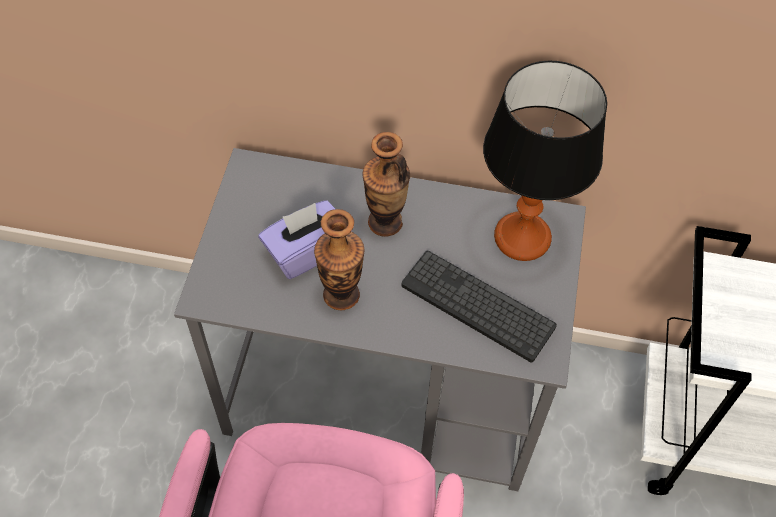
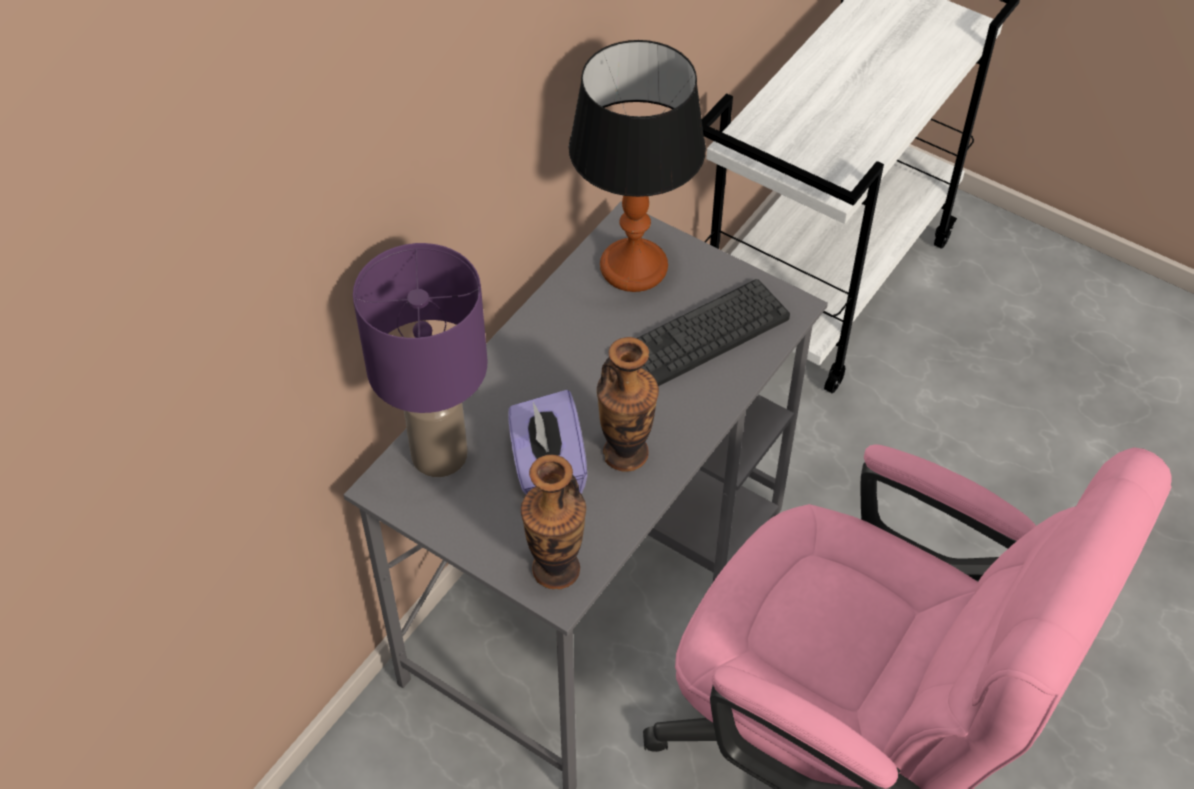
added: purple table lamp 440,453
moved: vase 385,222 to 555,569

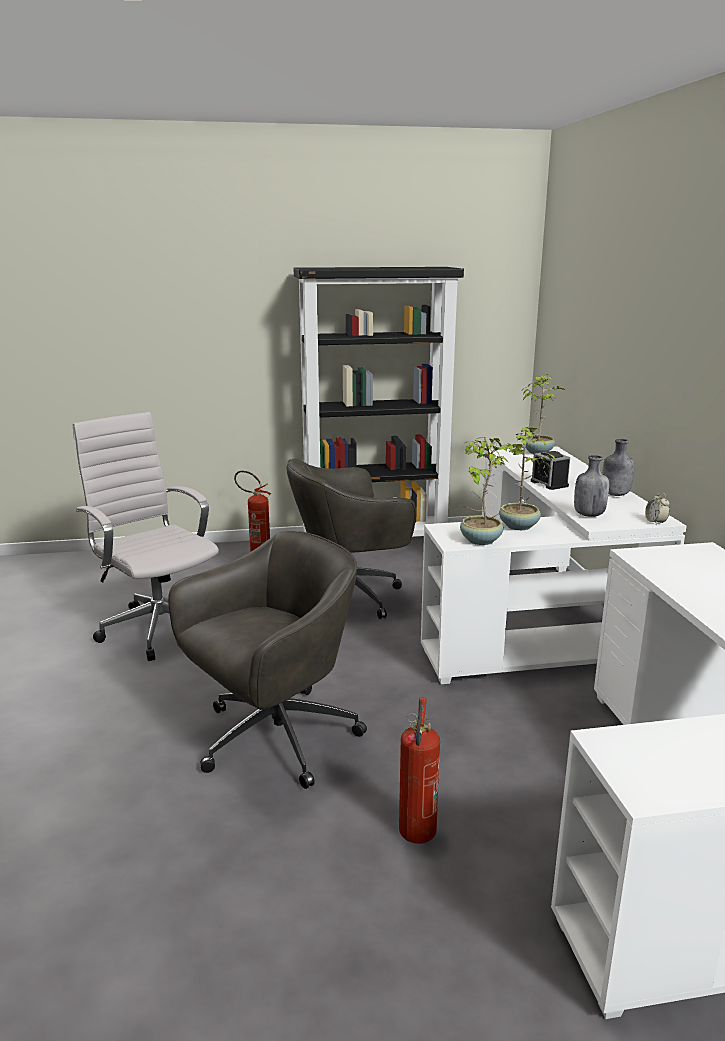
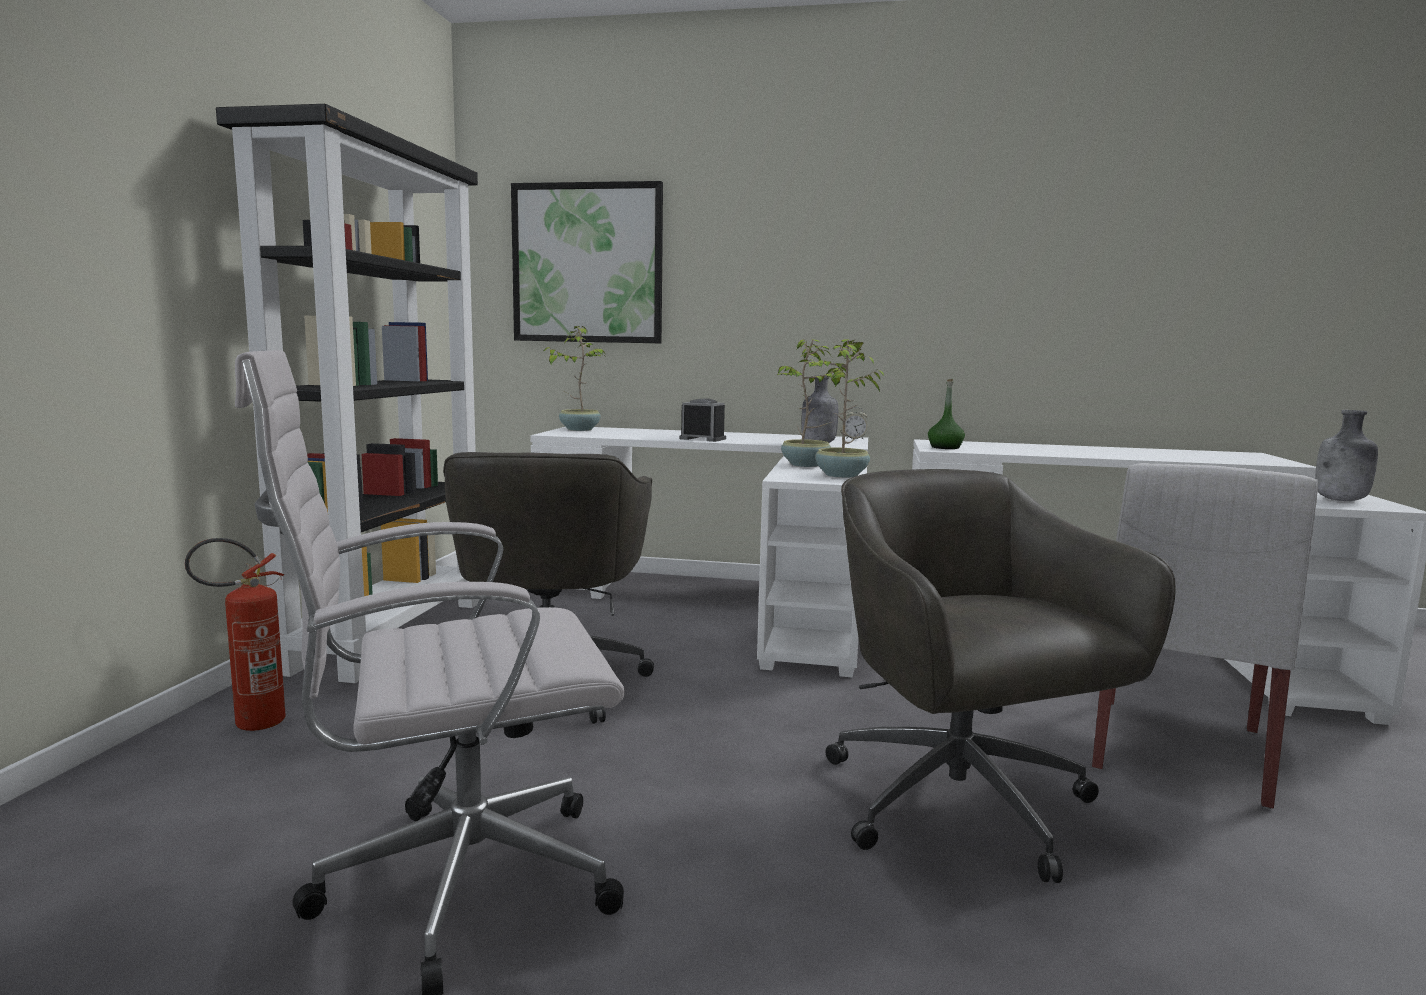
added: picture 587,263; green bottle 945,447
moved: grey bottle 614,494 to 1341,500
replaced: fire extinguisher 416,838 to white chair 1178,751
turned: alarm clock 549,483 = 702,439 150 degrees counterclockwise

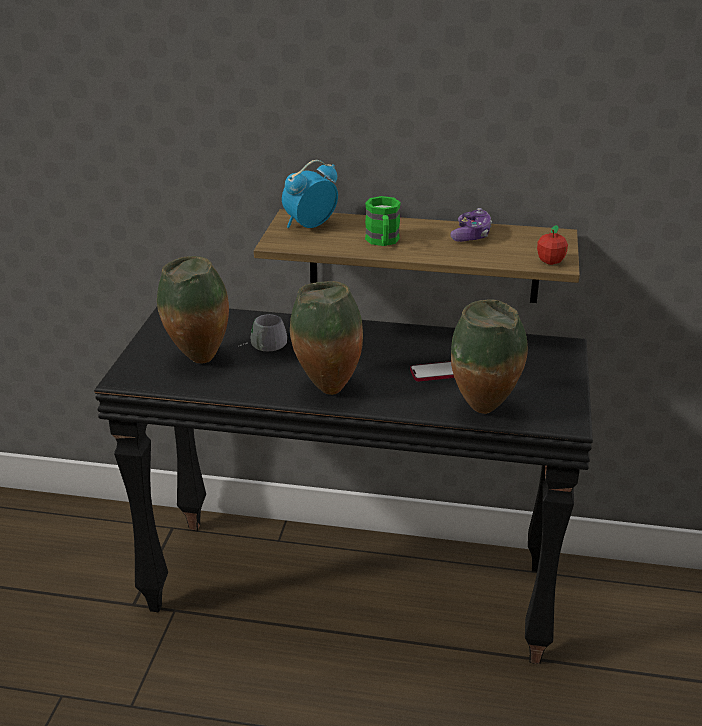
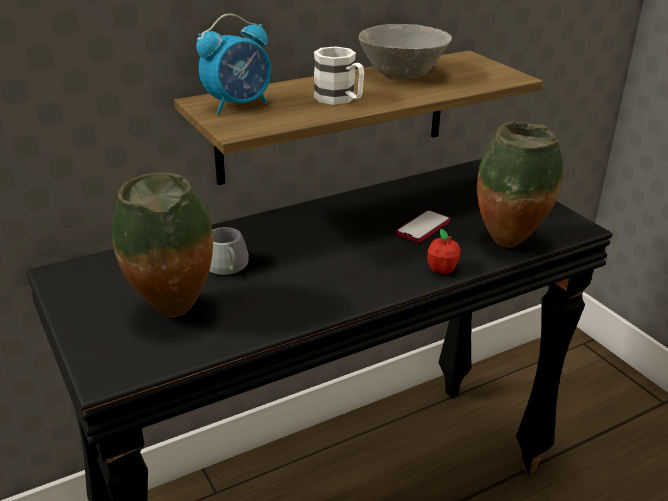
removed: vase 326,389
moved: apple 550,262 to 442,269
replaced: game controller 471,235 to grey bowl 404,74
recoloured: green mug 383,242 to white mug 340,100
turned: alarm clock 309,225 = 238,105 135 degrees counterclockwise

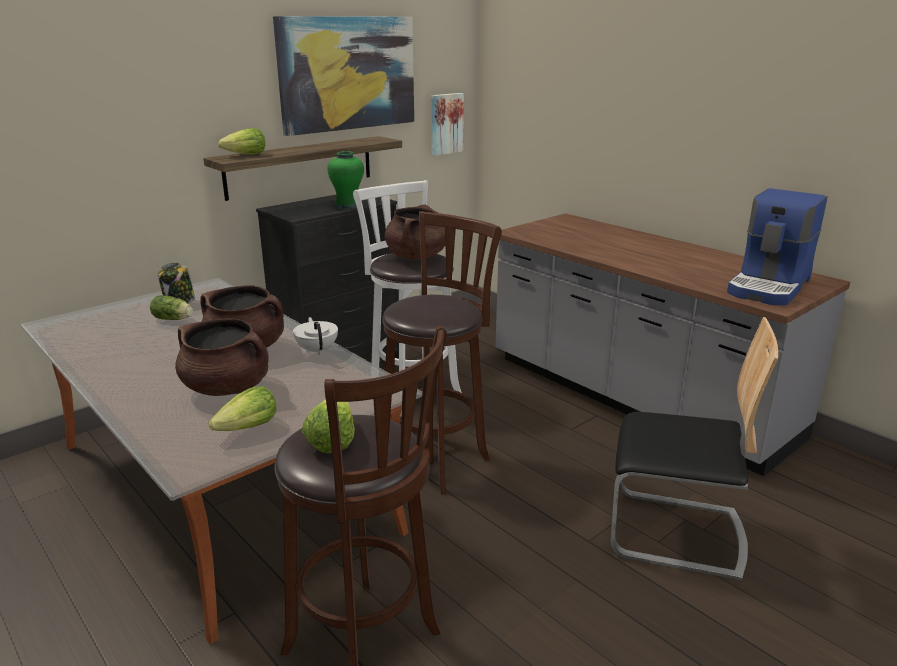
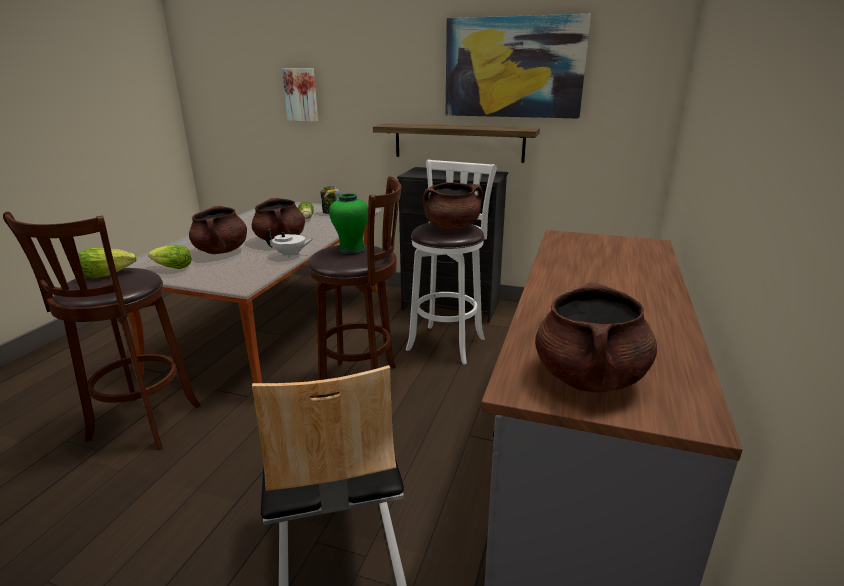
removed: lettuce 246,155
moved: picture 445,123 to 301,94; green vase 348,206 to 351,250
replaced: coffee machine 770,287 to brown cooking pot 589,377
turned: white teapot 317,350 = 290,255 45 degrees clockwise

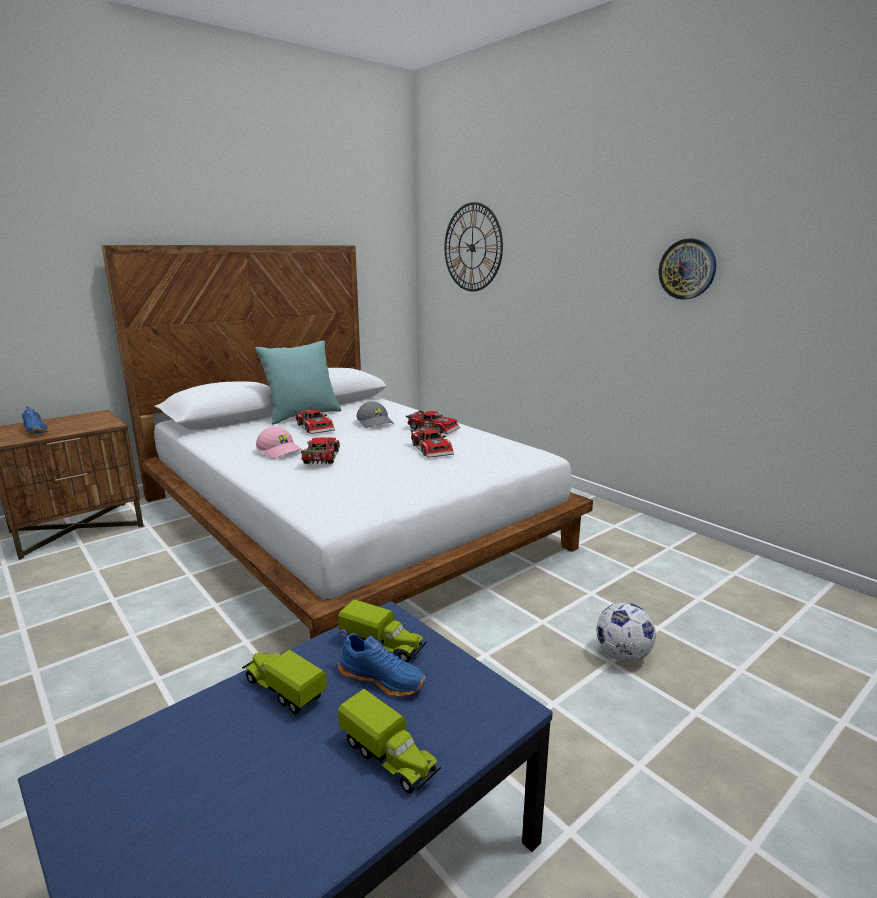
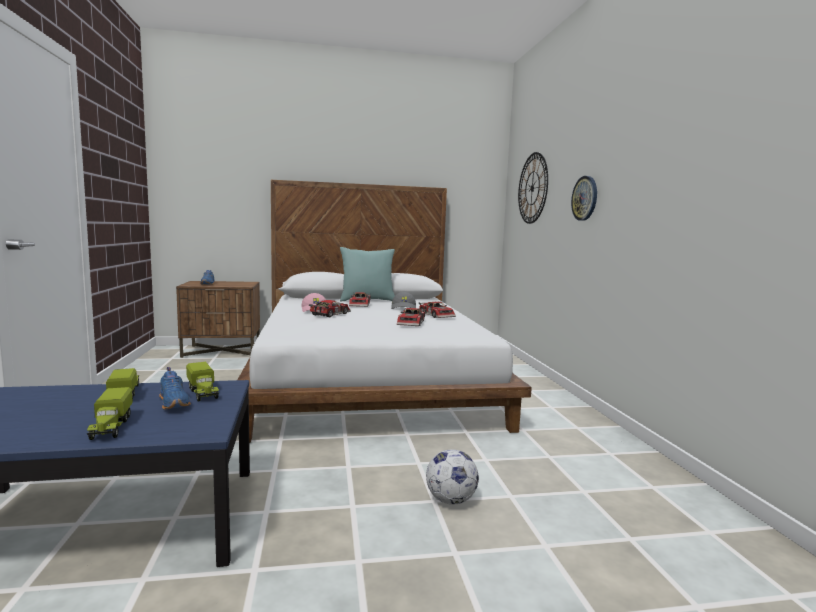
moved: wall clock 687,269 to 585,198

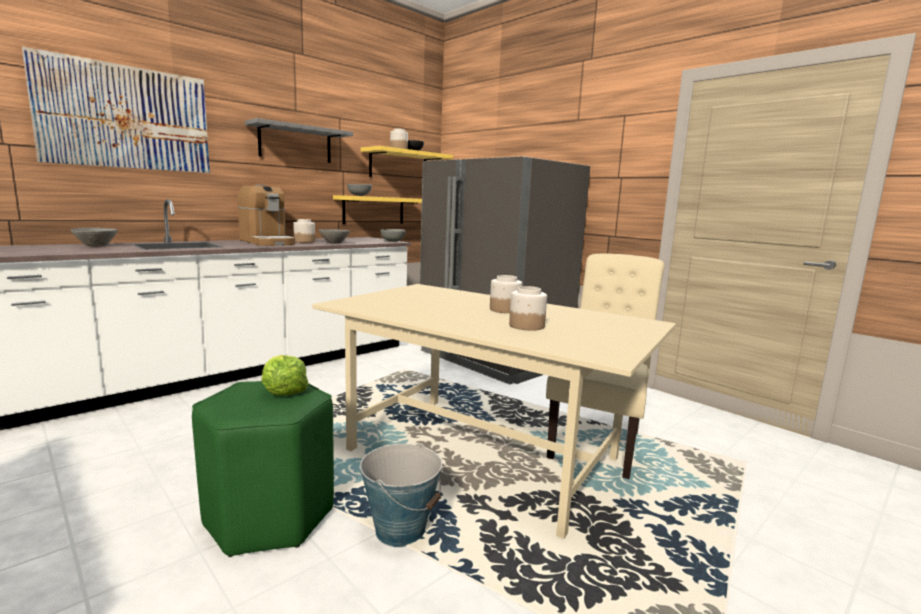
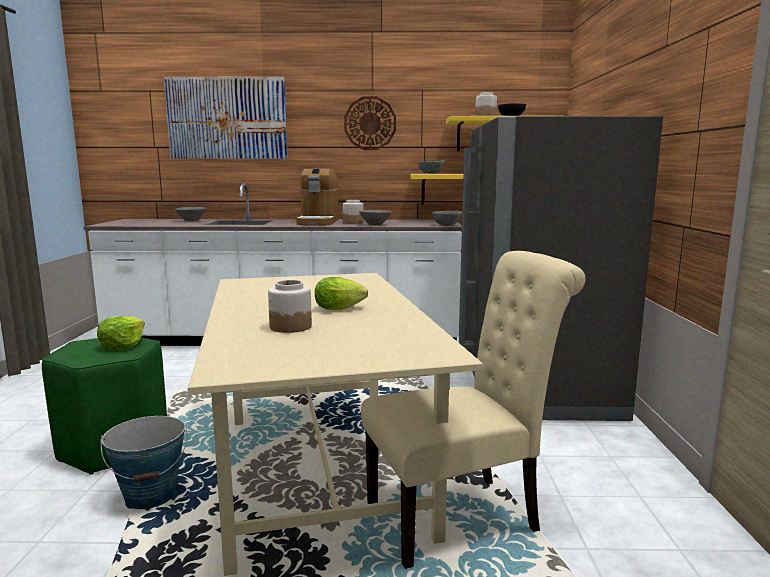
replaced: jar 504,310 to lettuce 341,309; grey shelf 295,143 to wall clock 370,123

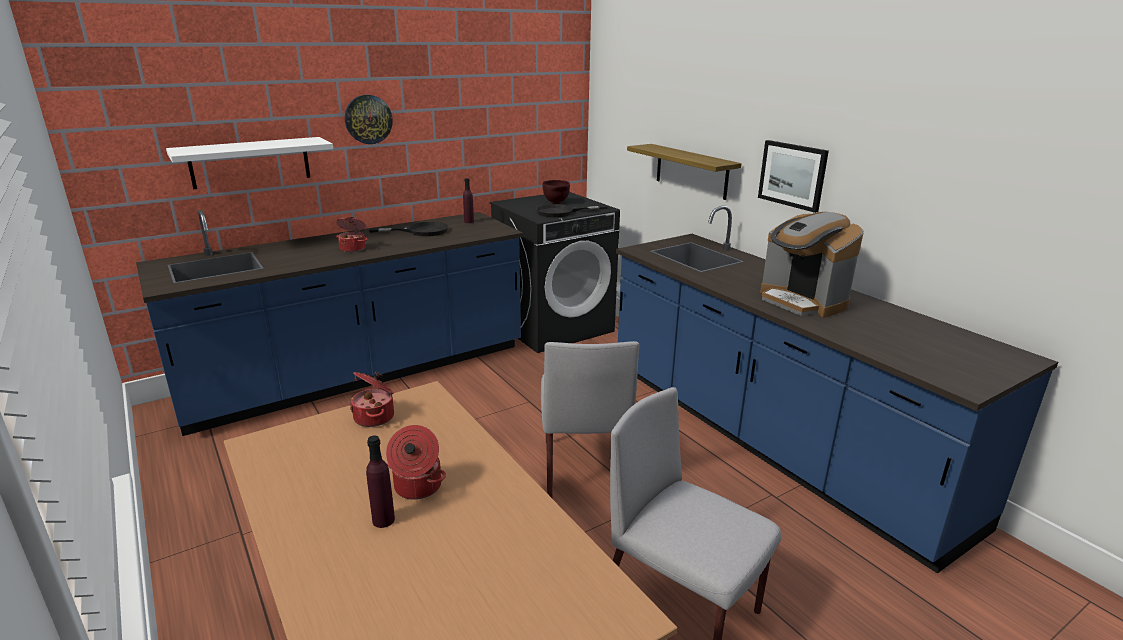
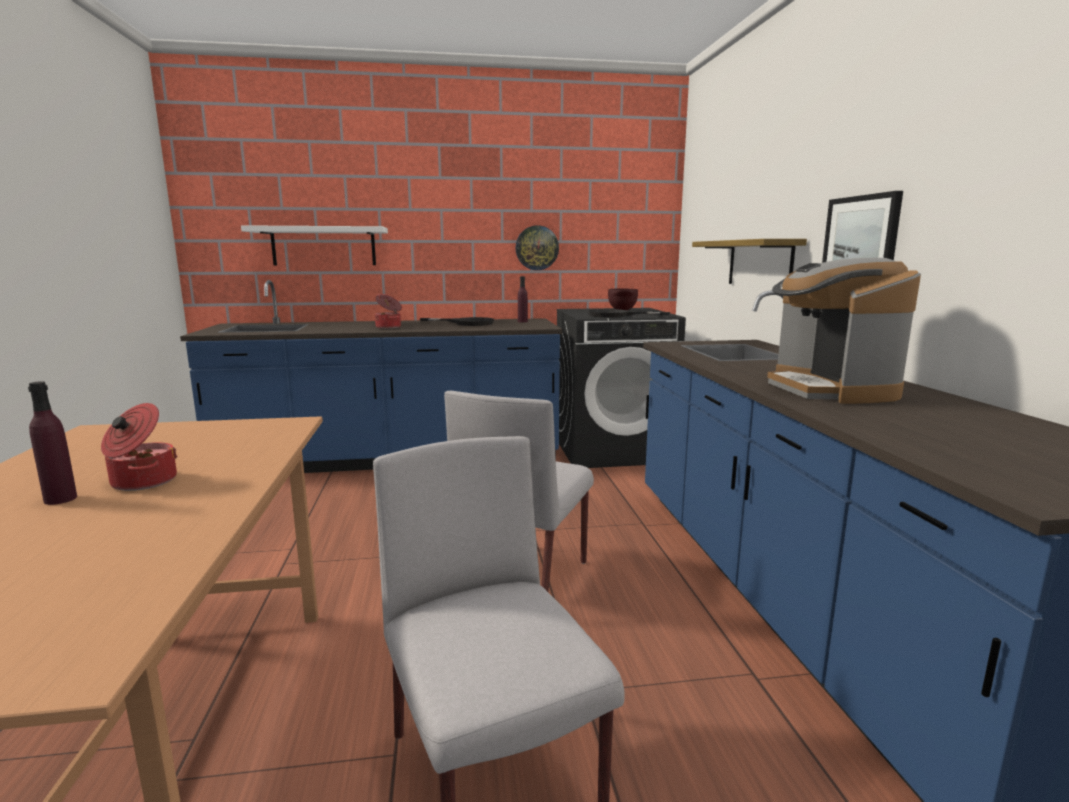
removed: cooking pot 375,417
moved: wall clock 368,119 to 537,248

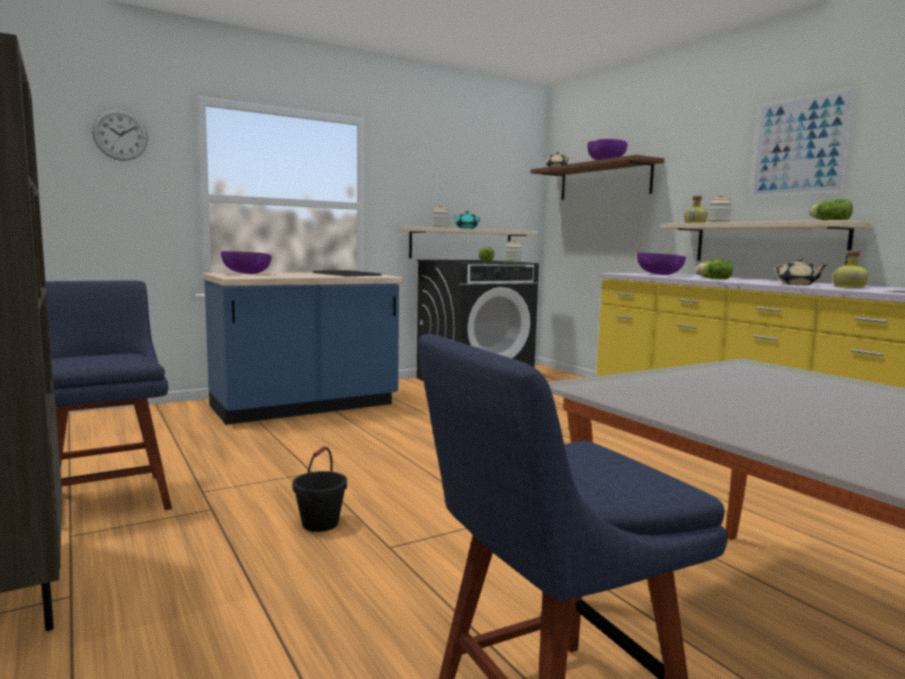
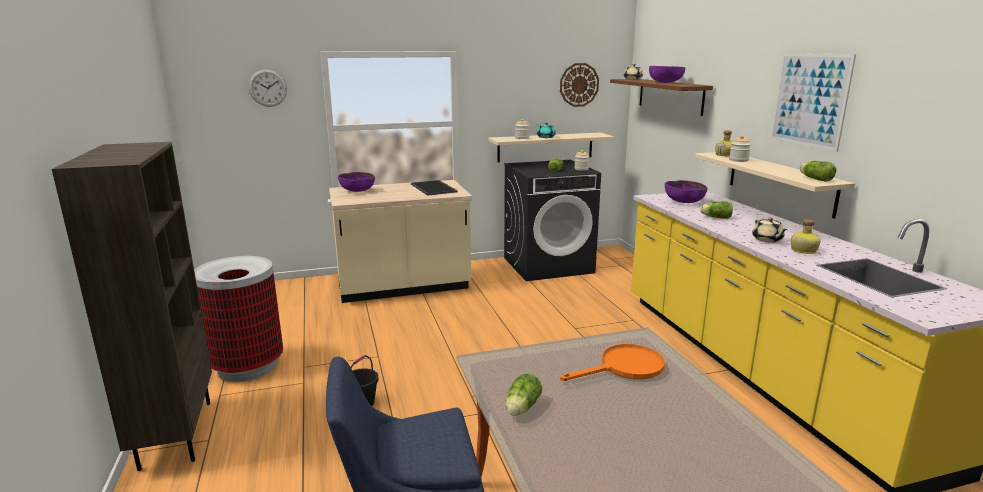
added: lettuce 521,408; wall clock 579,85; orange frying pan 624,368
replaced: blue chair 107,498 to trash can 248,366
recoloured: blue counter 305,406 to beige counter 403,287

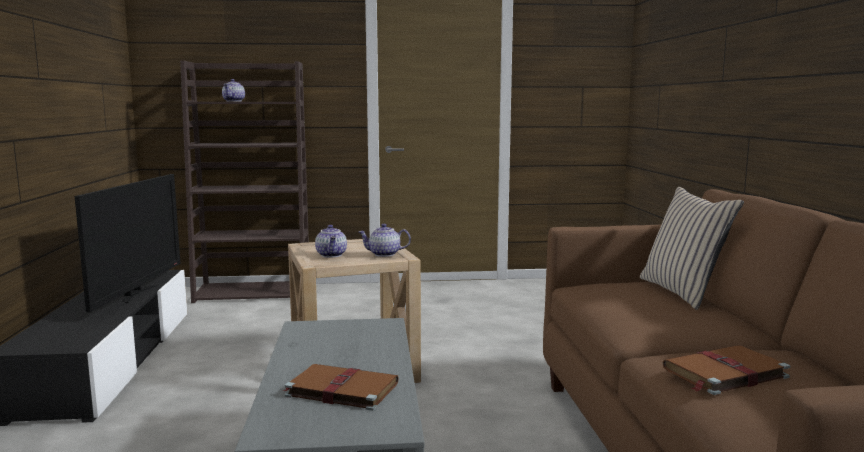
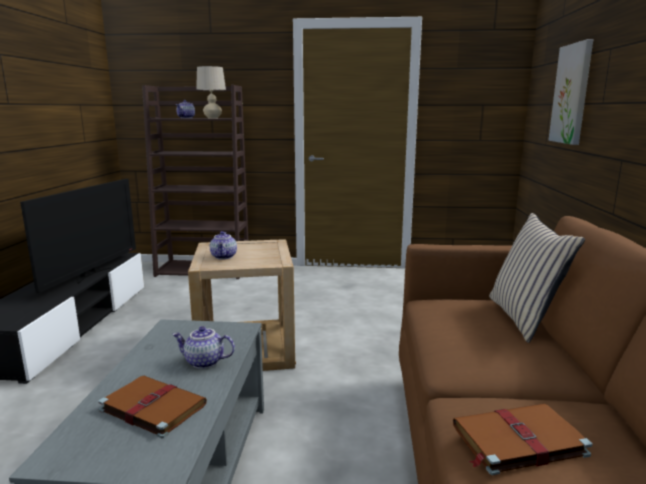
added: beige table lamp 212,118; picture 571,94
moved: teapot 384,254 to 203,362

